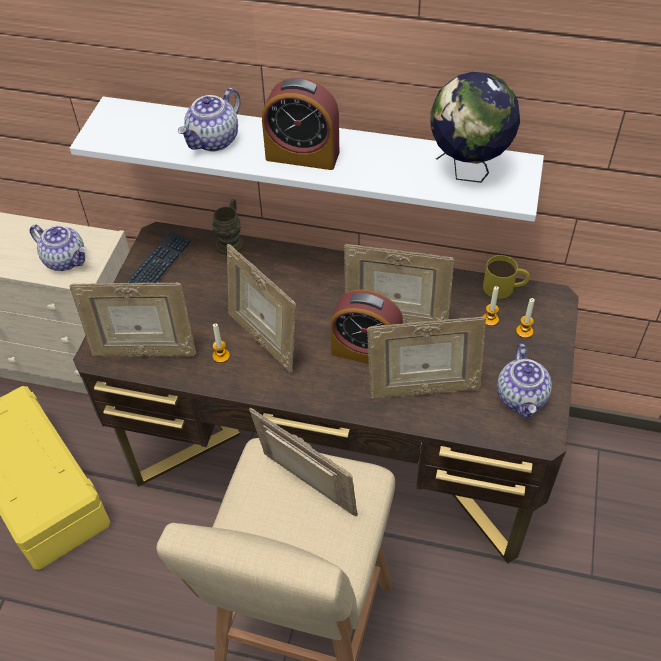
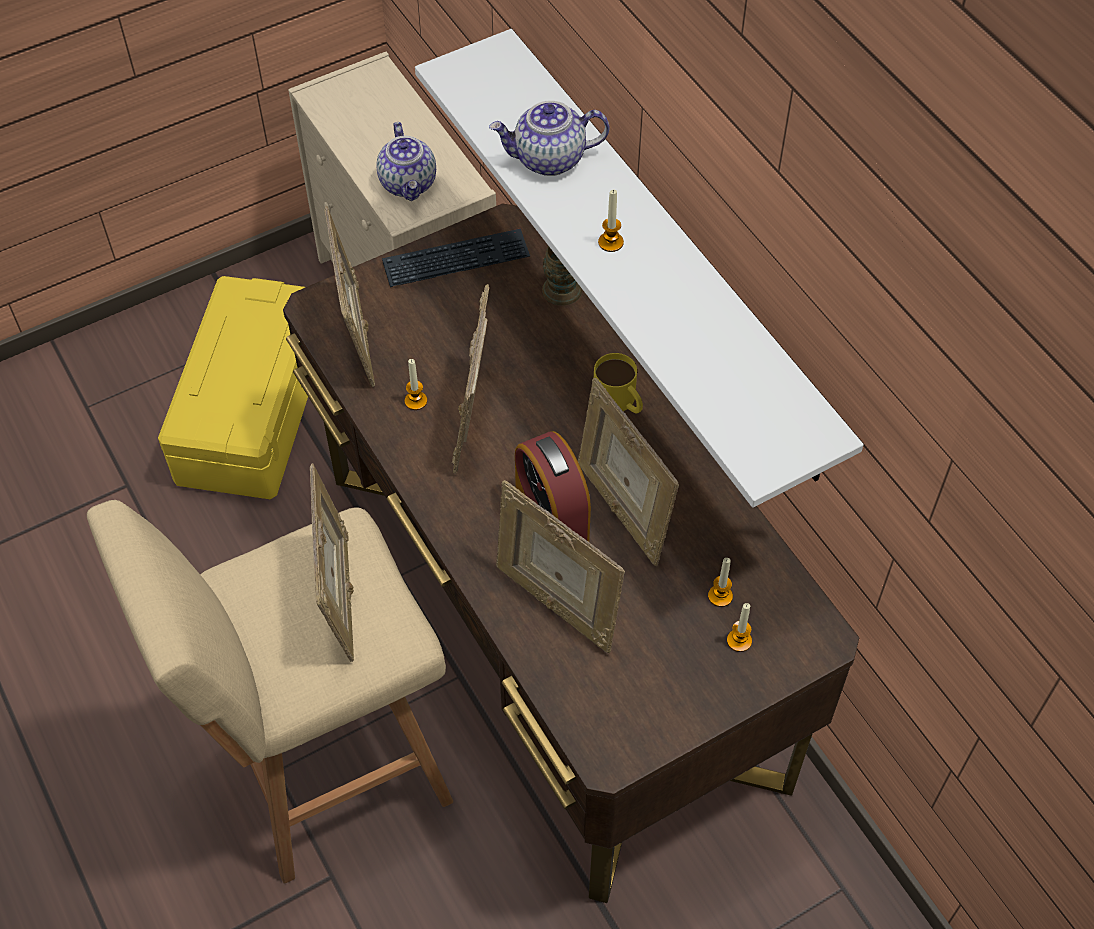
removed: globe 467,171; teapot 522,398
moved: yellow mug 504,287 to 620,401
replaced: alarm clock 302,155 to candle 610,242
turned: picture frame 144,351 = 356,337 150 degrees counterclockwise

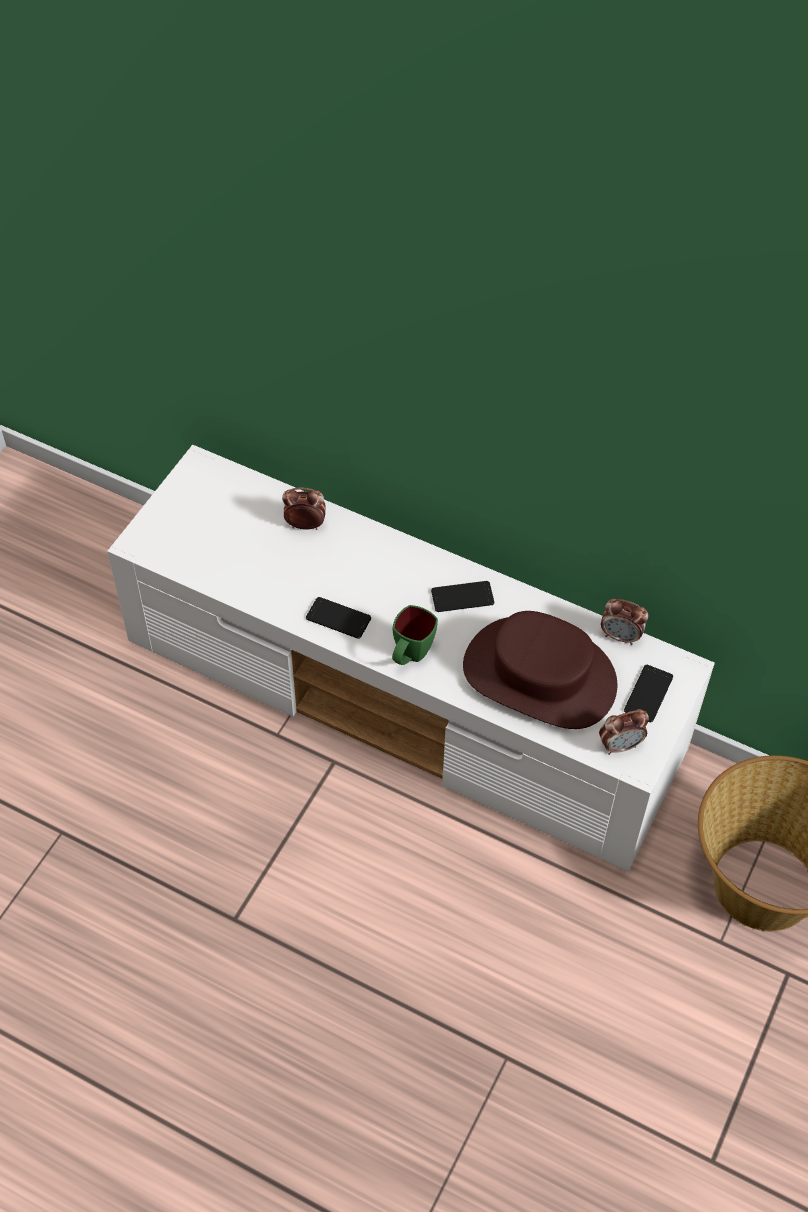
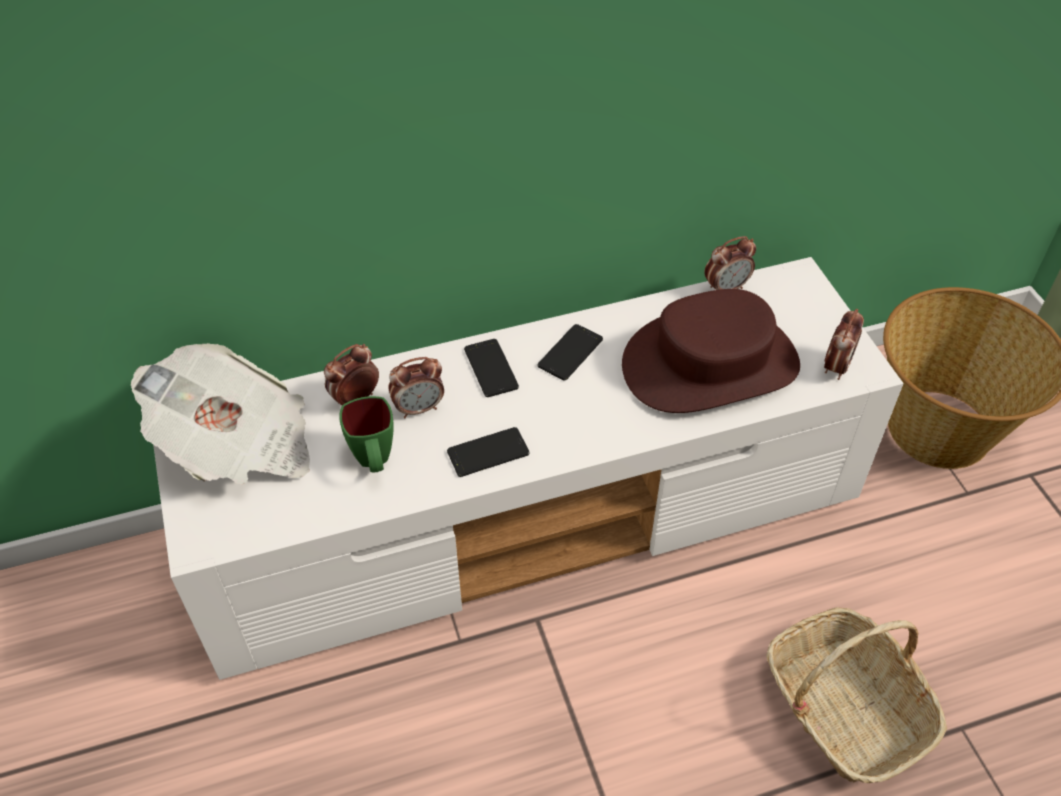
added: newspaper 238,445; alarm clock 419,408; basket 843,707
moved: green mug 410,656 to 374,462; phone 648,694 to 491,368

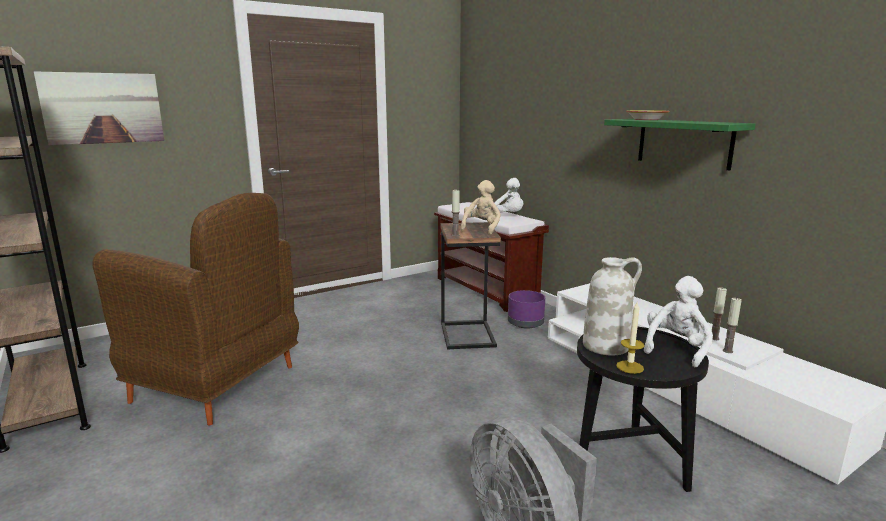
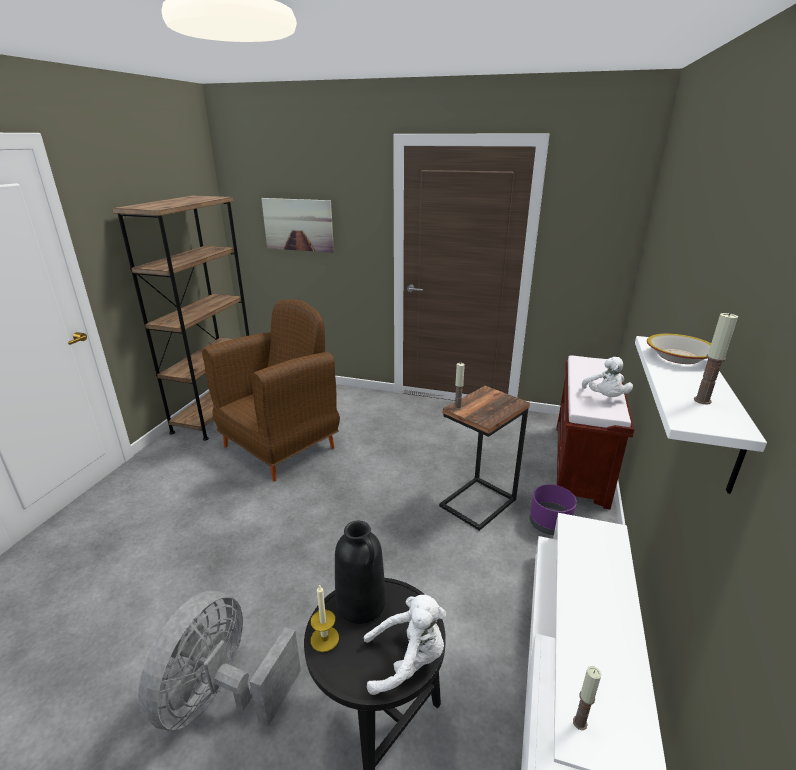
removed: beige plush toy 481,228
moved: candle 714,338 to 702,400
recoloured: white vase 606,345 to black vase 361,603; green shelf 684,143 to white shelf 717,413
turned: brown armchair 217,385 = 281,446 120 degrees counterclockwise

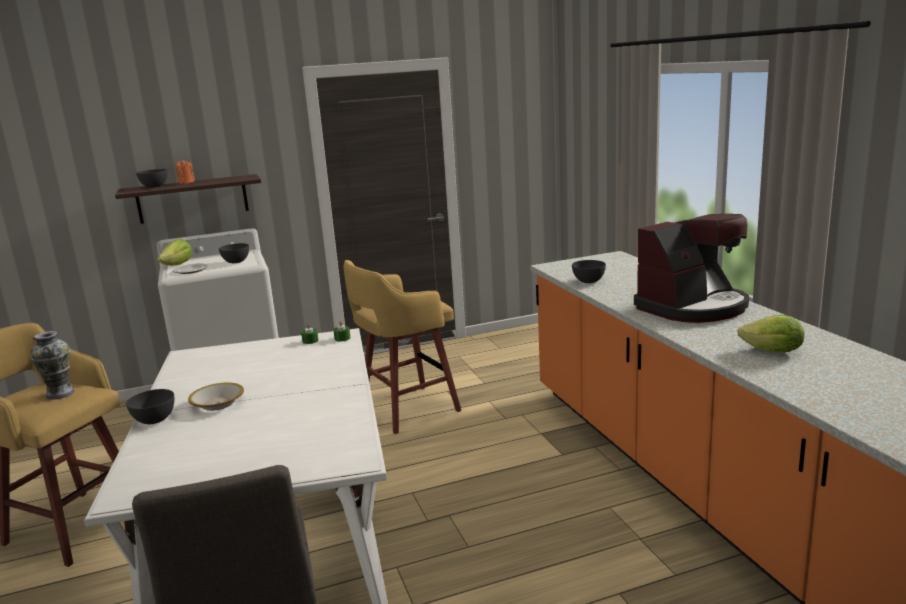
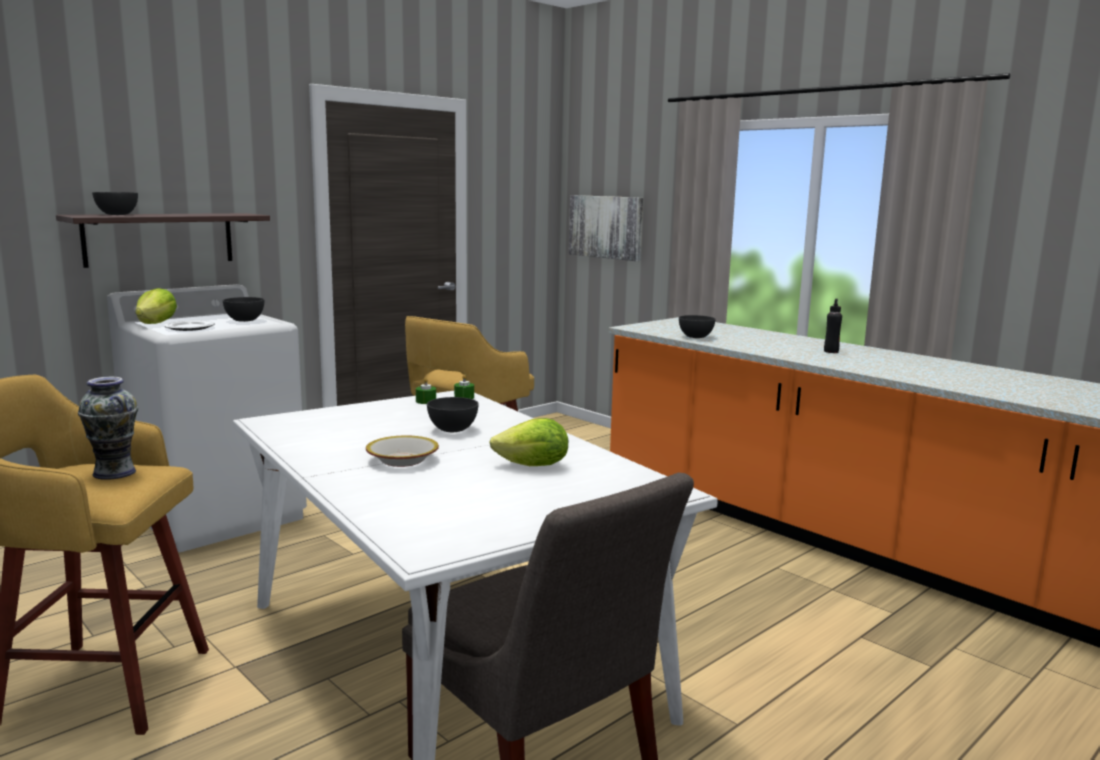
removed: orange candle 186,182
added: picture 606,227
moved: grey bowl 154,420 to 452,429; lettuce 773,351 to 533,466
replaced: coffee machine 693,307 to black bottle 831,351

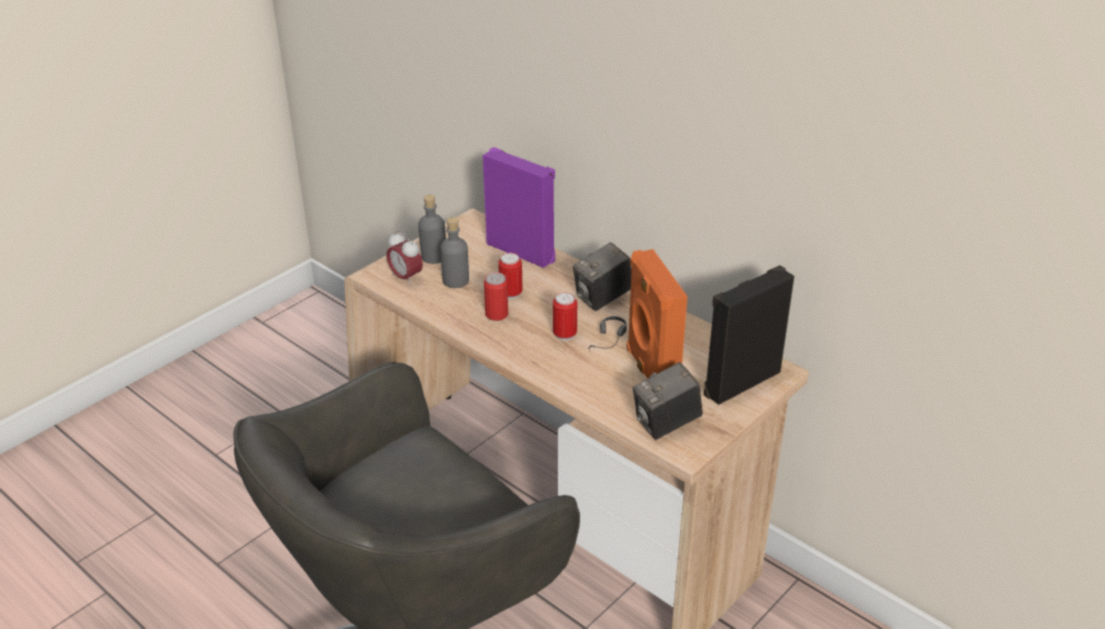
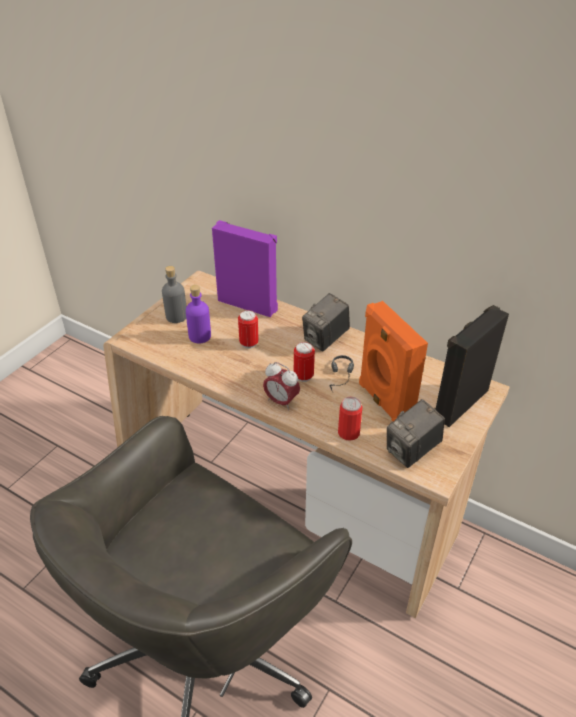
moved: alarm clock 406,278 to 281,402; can 496,314 to 348,433
recoloured: grey bottle 456,280 to purple bottle 200,336

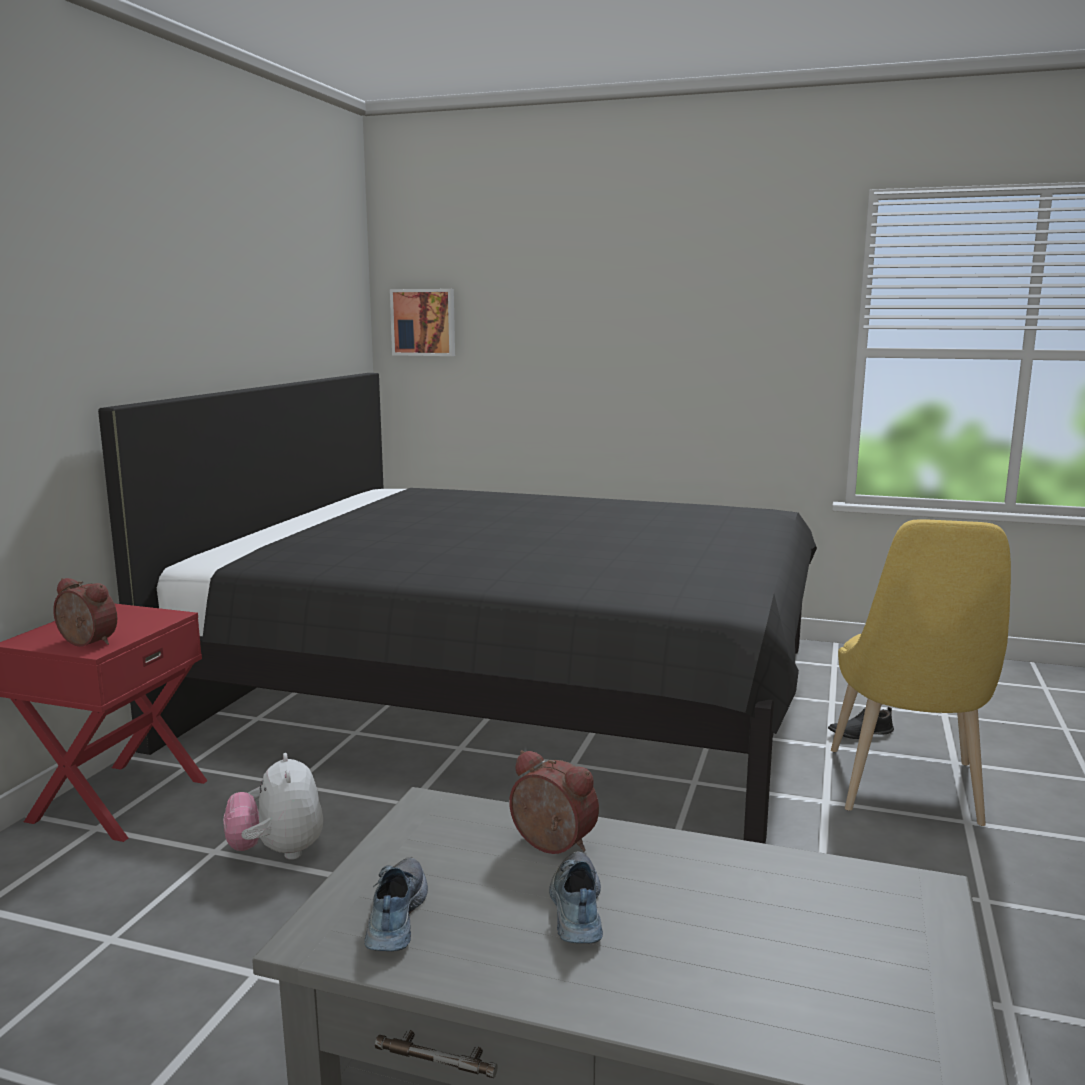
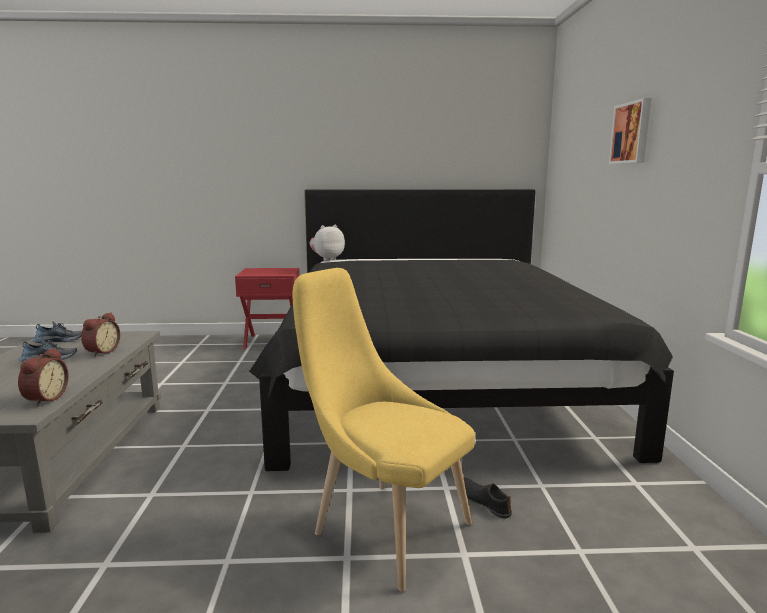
moved: alarm clock 85,643 to 44,399; plush toy 278,852 to 327,259; picture 424,322 to 632,133
turned: yellow chair 907,792 = 383,526 45 degrees clockwise

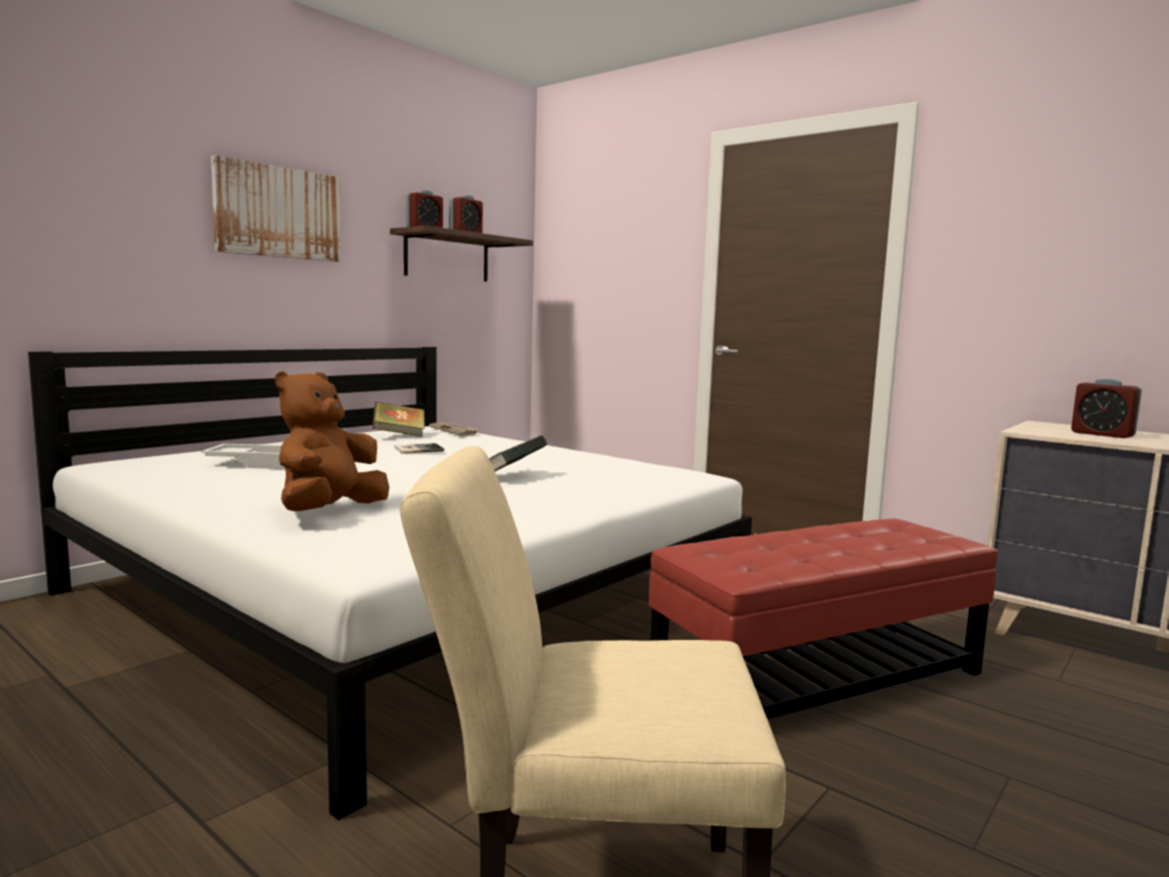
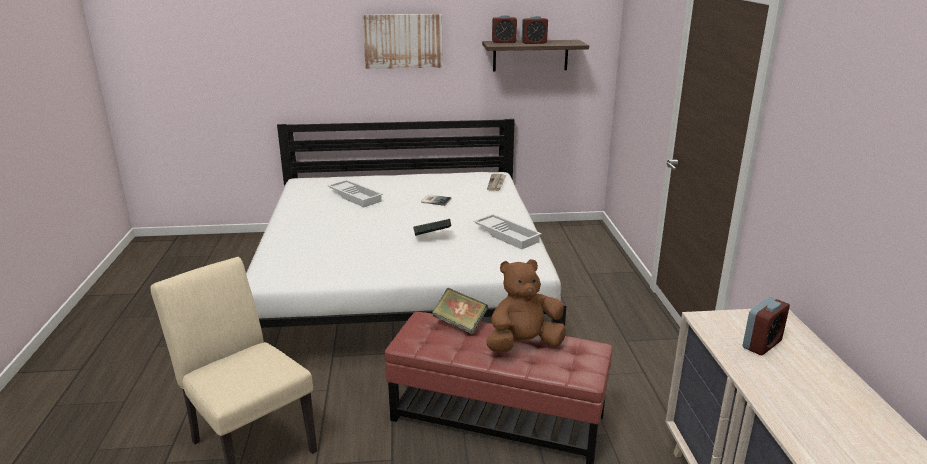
added: white tray 507,235
moved: book 399,435 to 460,324; brown plush toy 329,512 to 524,344
turned: alarm clock 1102,434 = 761,344 135 degrees counterclockwise

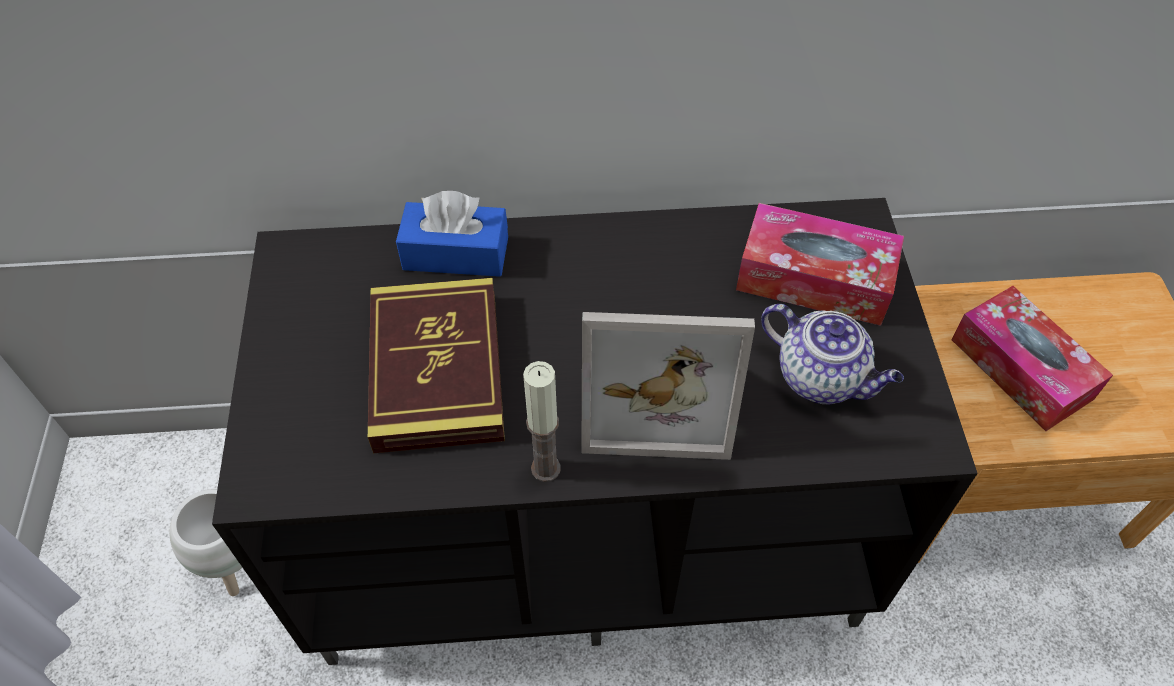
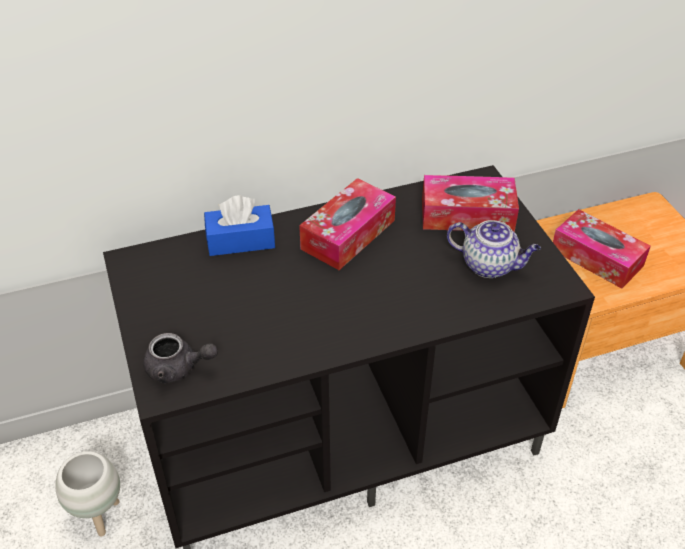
removed: book 437,370; candle 546,468; picture frame 656,395
added: grey teapot 178,368; tissue box 348,234

